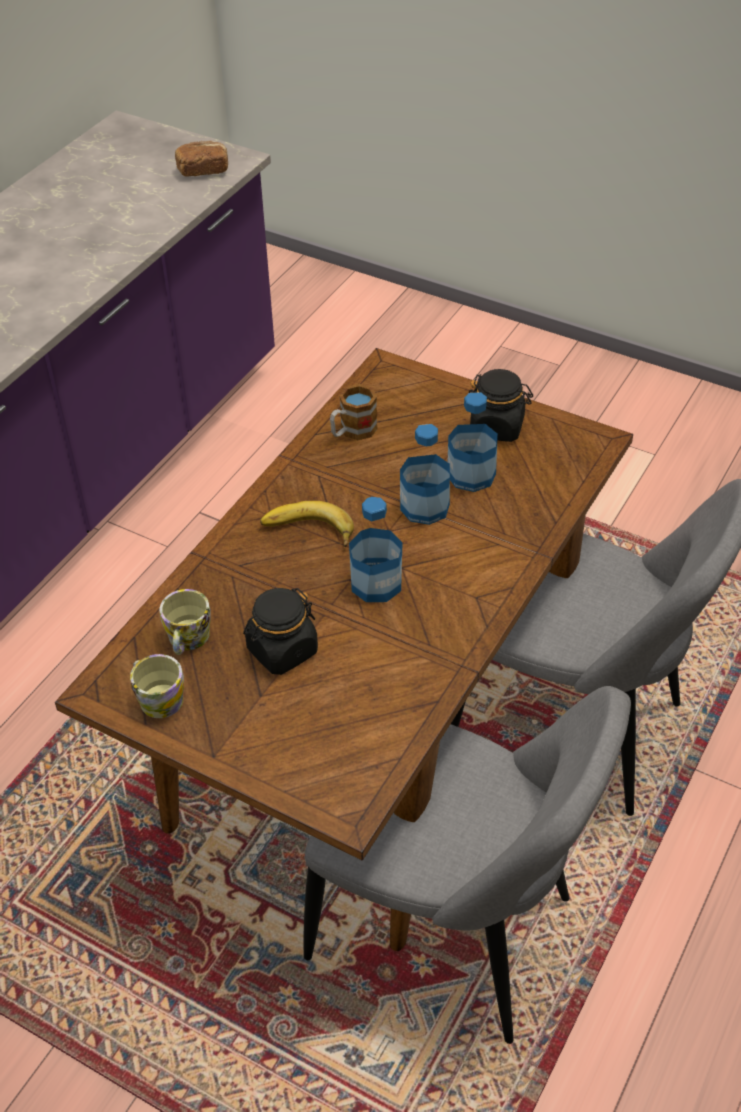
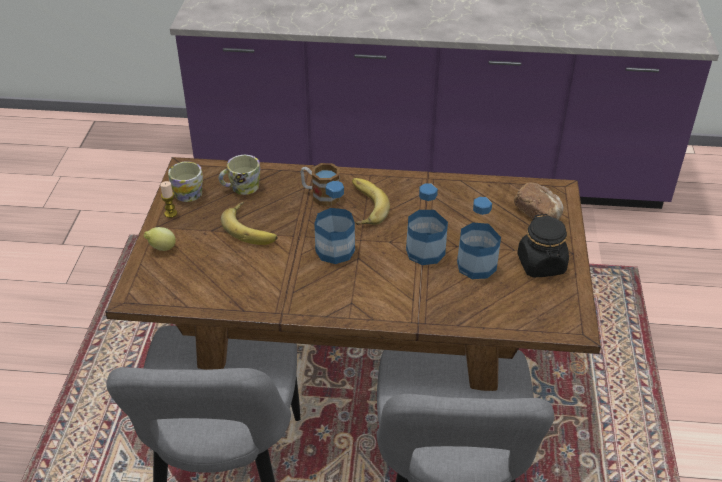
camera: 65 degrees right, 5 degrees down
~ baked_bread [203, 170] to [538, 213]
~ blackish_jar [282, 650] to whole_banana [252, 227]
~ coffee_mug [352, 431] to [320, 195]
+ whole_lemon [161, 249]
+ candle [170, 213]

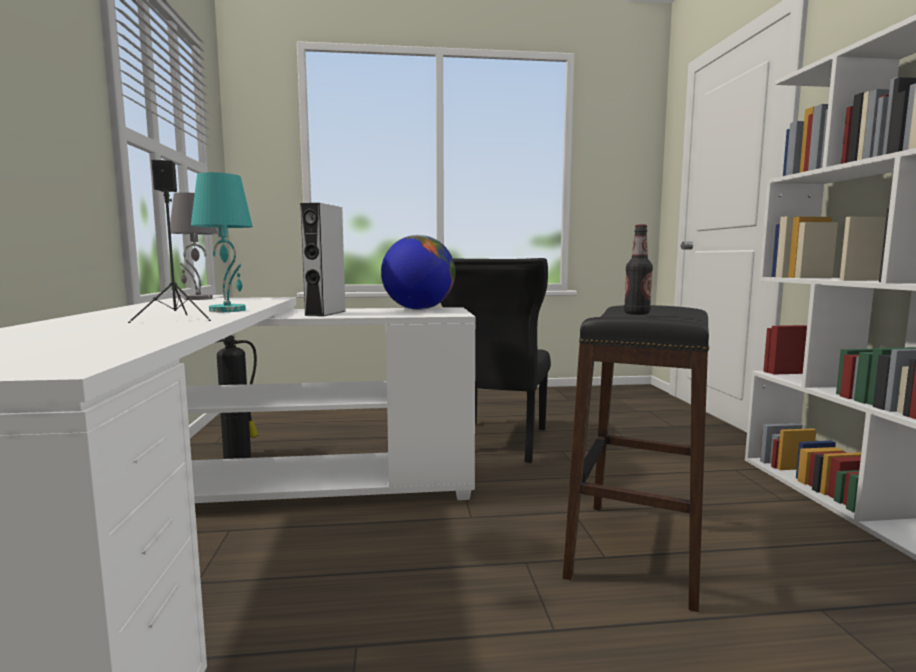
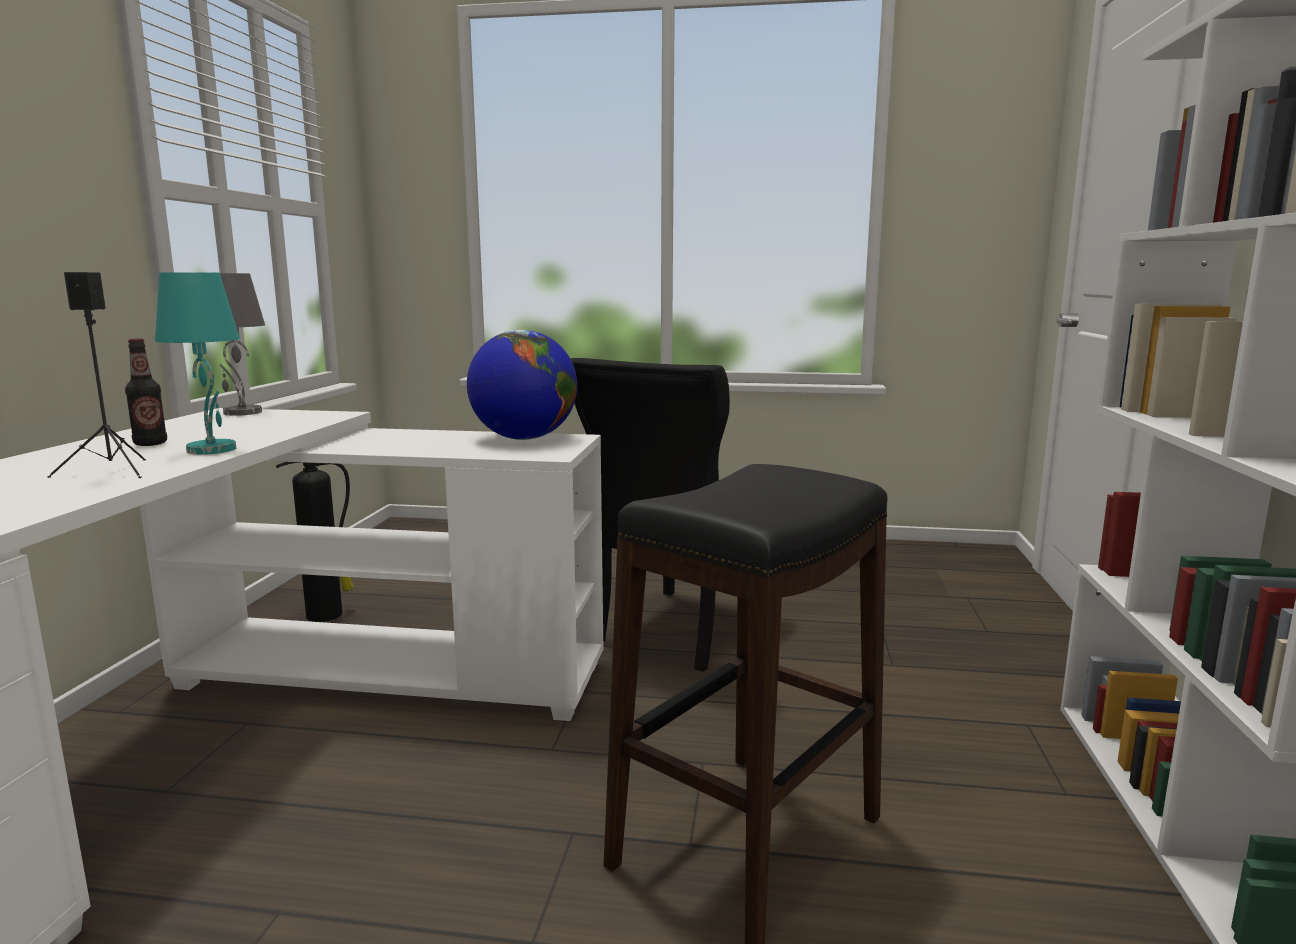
camera: 15 degrees right, 5 degrees up
- grey_loudspeaker [325, 313]
~ drink_bottle [636, 313] to [150, 444]

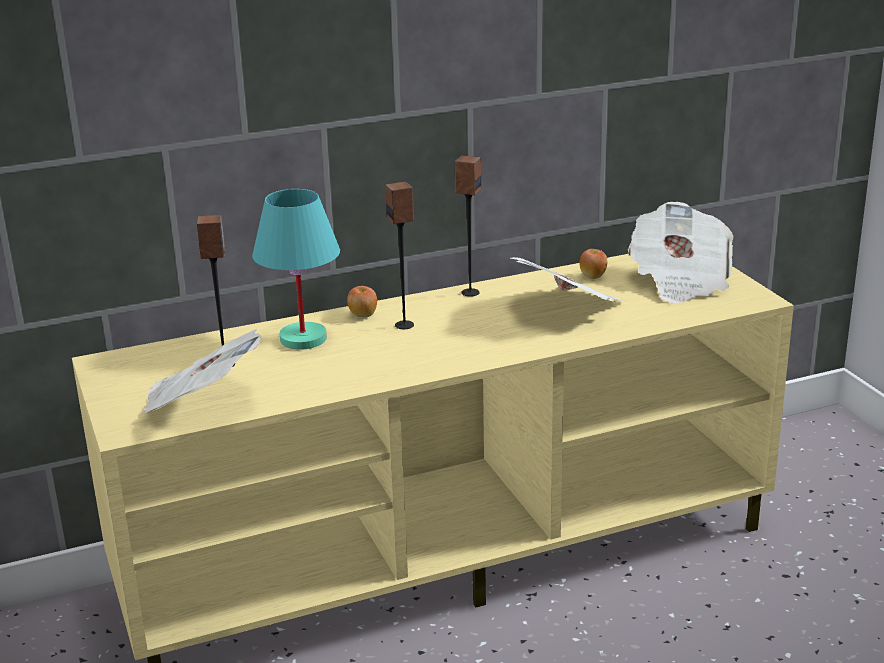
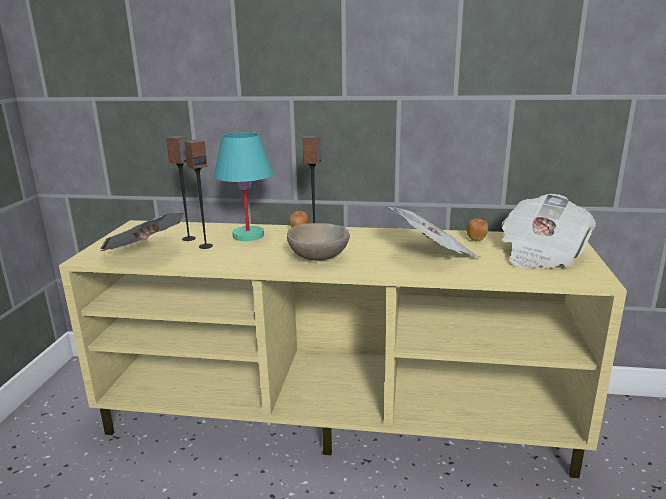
camera: 30 degrees right, 5 degrees down
~ loudspeaker [470, 292] to [205, 246]
+ sand-coloured_serving_bowl [318, 258]

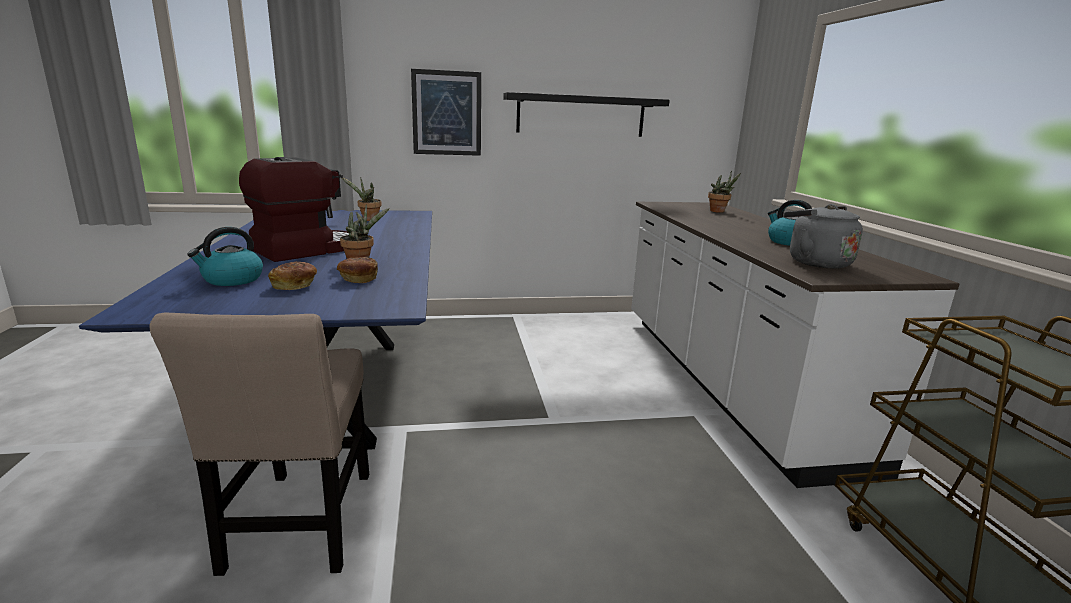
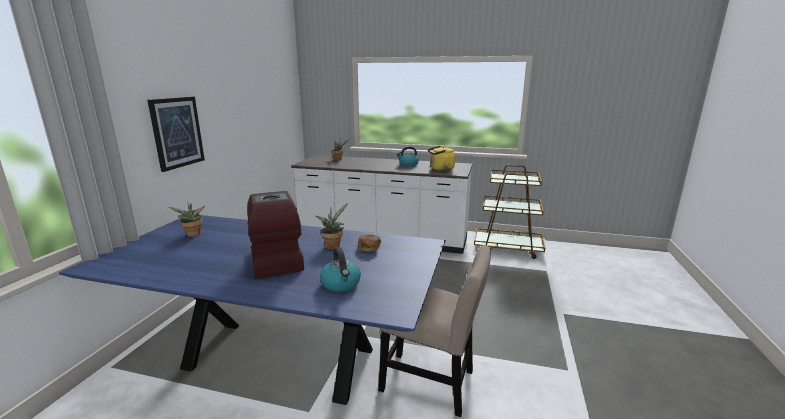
camera: 65 degrees left, 0 degrees up
- baked_bread [295, 286]
- blackish_wall_shelf [581, 115]
~ grey_tea_kettle [814, 262] to yellow-coloured_tea_kettle [440, 169]

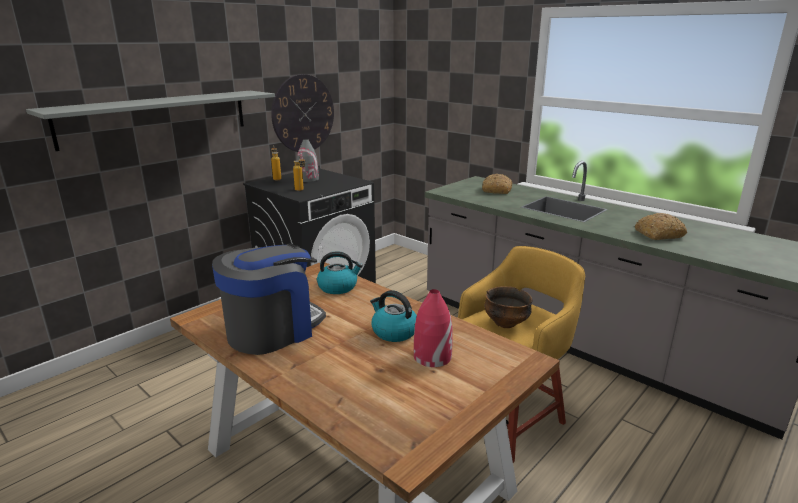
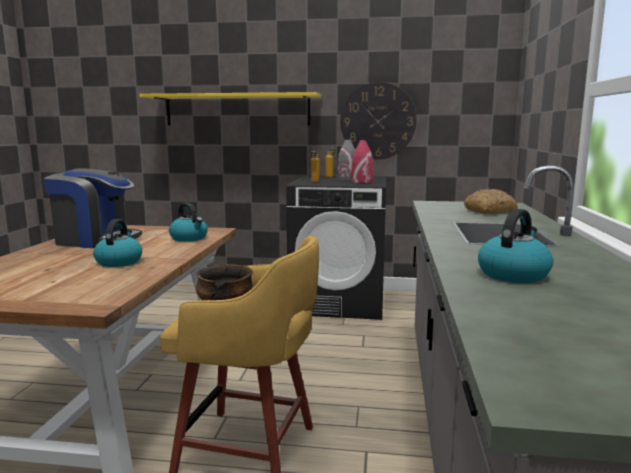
camera: 55 degrees right, 10 degrees down
~ grey_wall_shelf [157, 118] to yellow-coloured_wall_shelf [237, 110]
~ red-coloured_vase [432, 356] to [361, 182]
~ baked_bread [658, 234] to tea_kettle [513, 274]

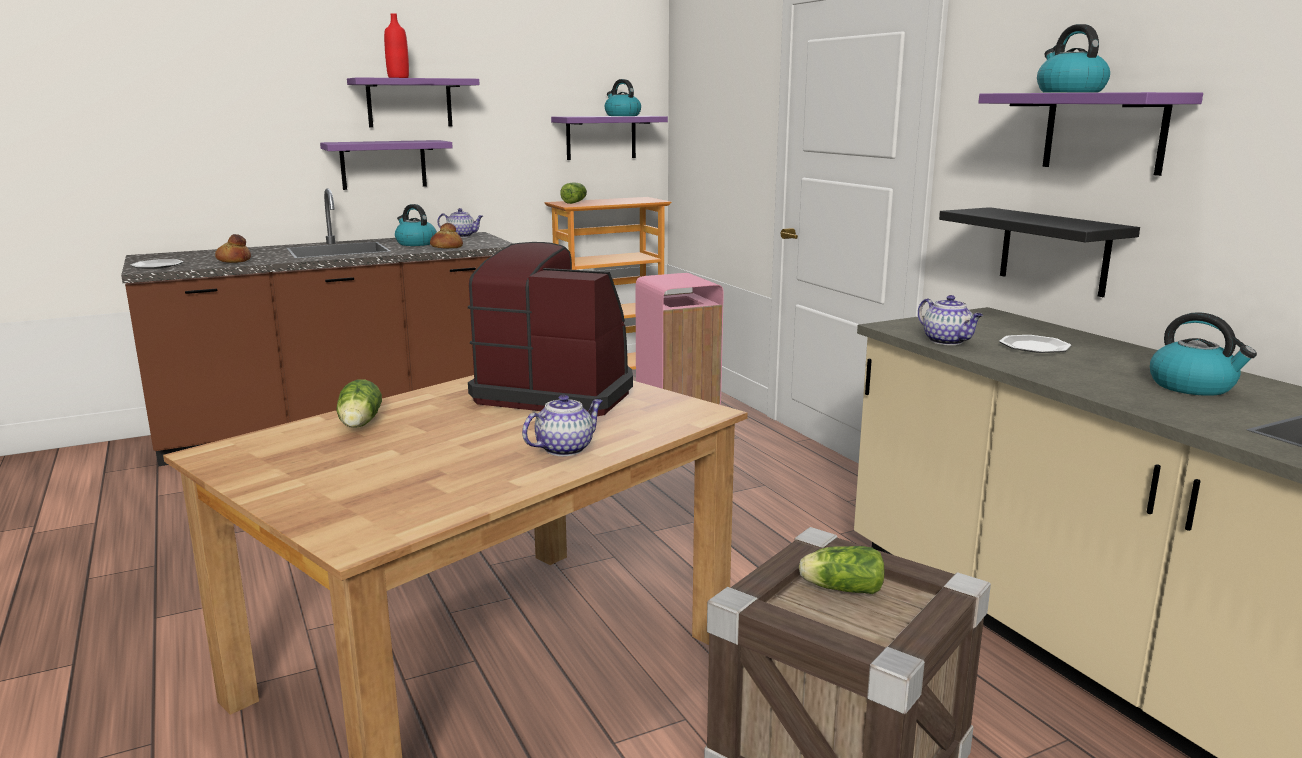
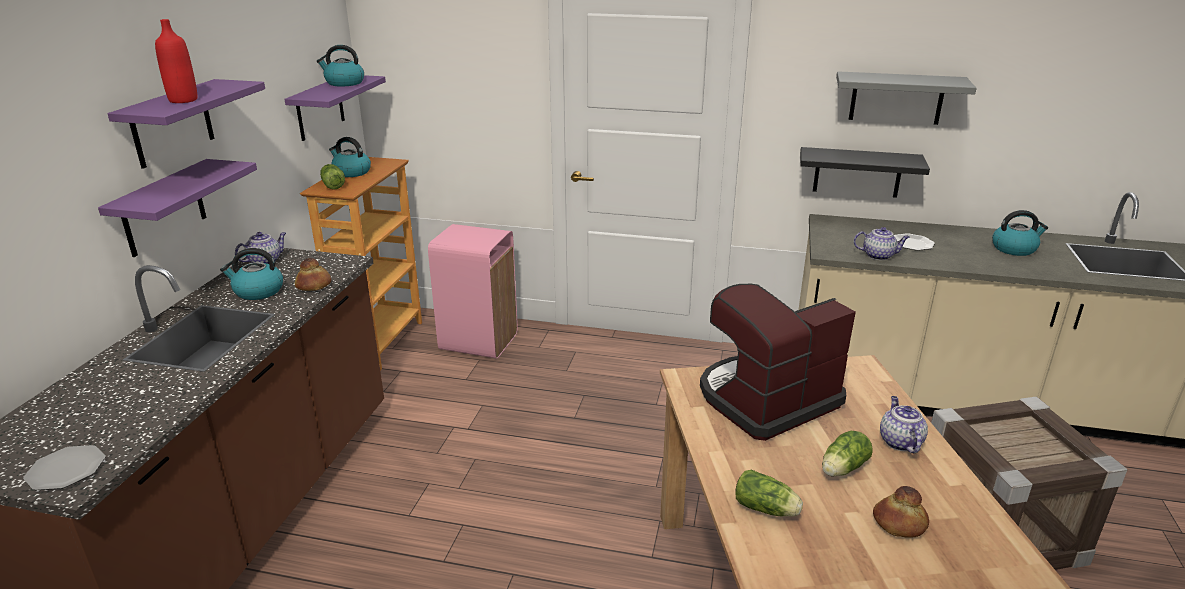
camera: 50 degrees left, 10 degrees up
~ baked_bread [234, 260] to [899, 523]
~ head_of_lettuce [839, 588] to [842, 469]
~ purplish_wall_shelf [1104, 132] to grey_wall_shelf [896, 98]
~ tea_kettle [1069, 92] to [351, 172]

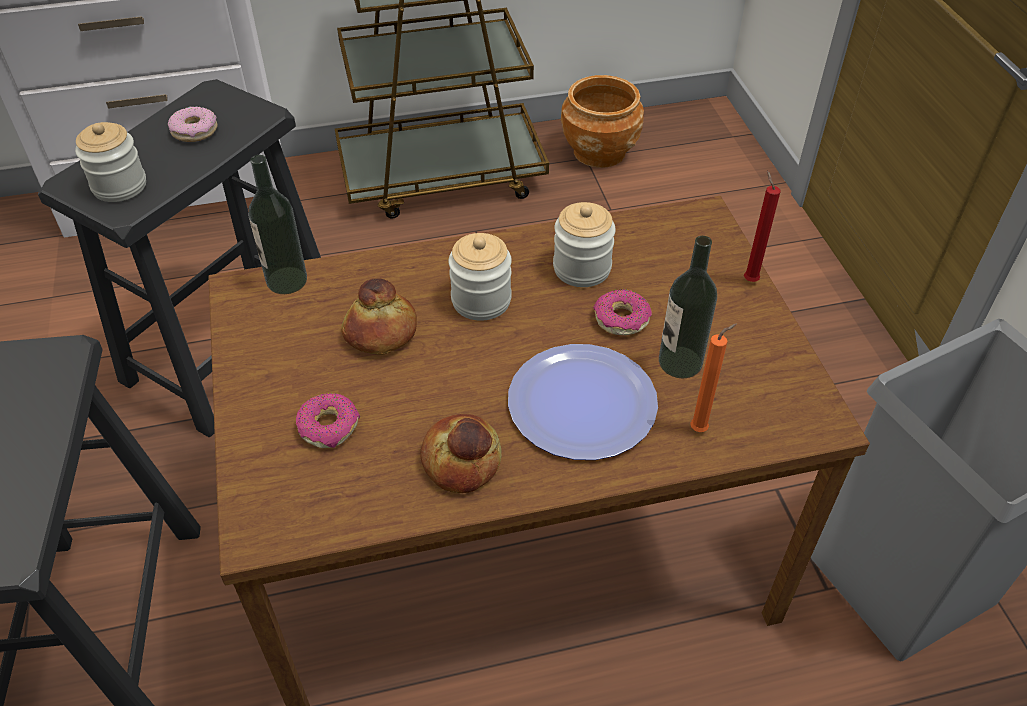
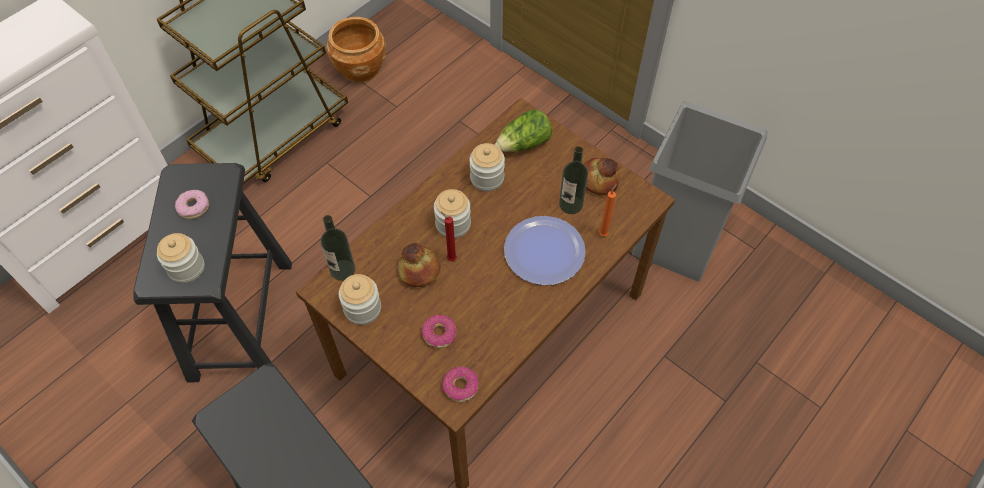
camera: 35 degrees left, 10 degrees up
~ baked_bread [463, 461] to [598, 180]
~ ring_doughnut [621, 319] to [460, 386]
~ red-coloured_candle [749, 279] to [450, 258]
+ jar [362, 309]
+ head_of_lettuce [524, 144]

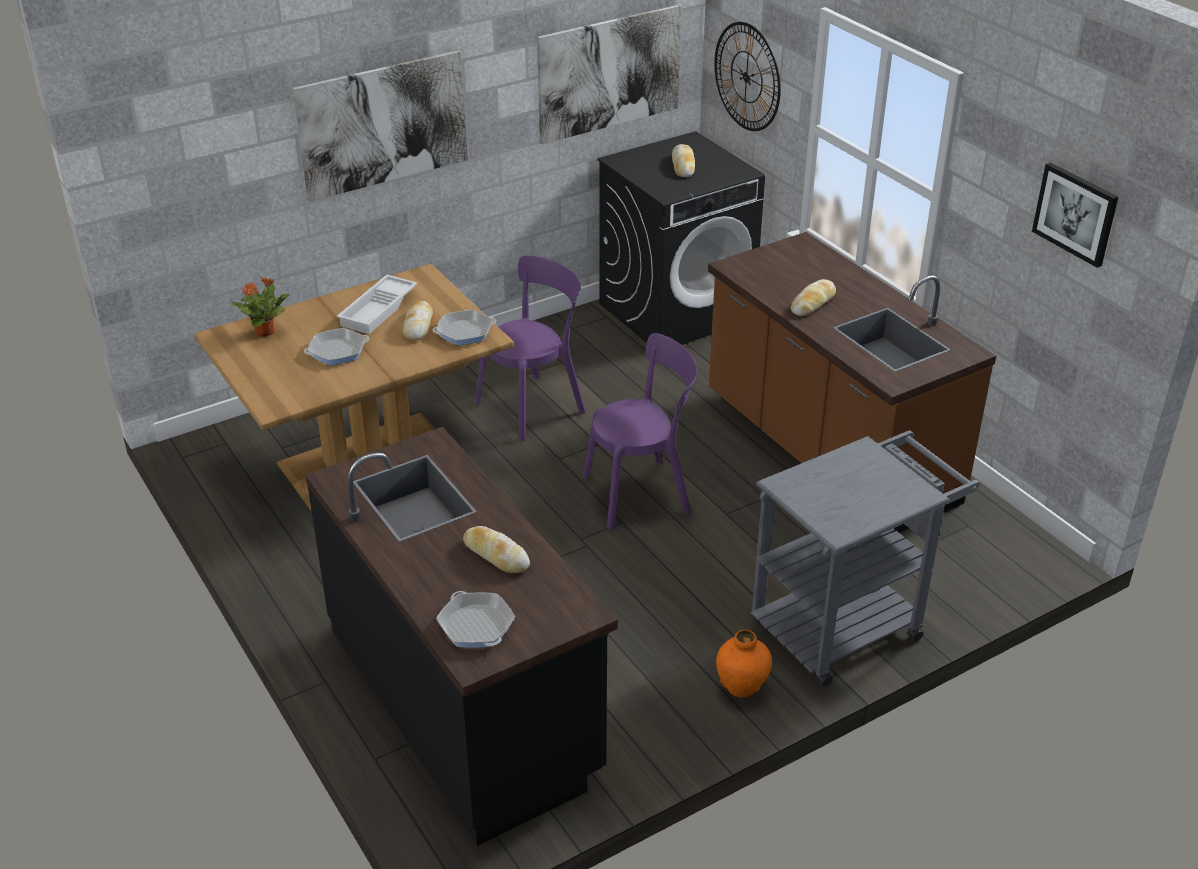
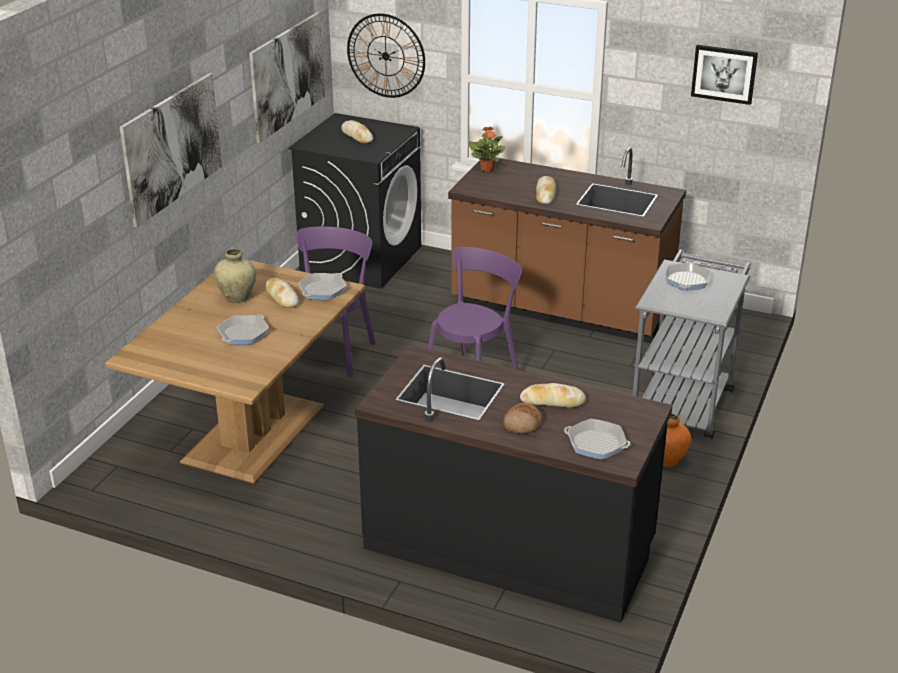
camera: 35 degrees left, 5 degrees down
~ plant_in_a_pot [265, 332] to [487, 169]
~ white_serving_tray [379, 310] to sand-coloured_vase [237, 298]
+ baked_bread [522, 424]
+ frying_pan [687, 280]

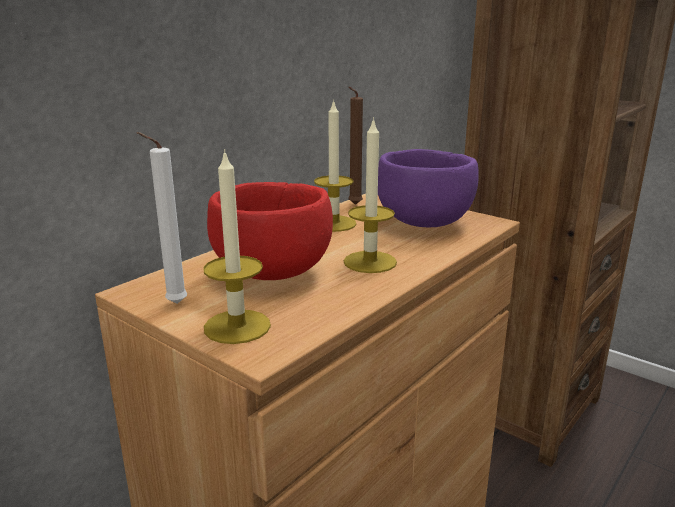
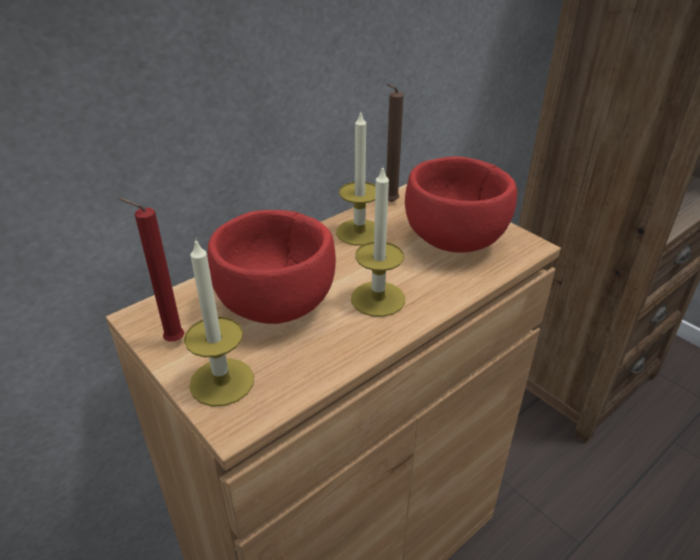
camera: 10 degrees right, 15 degrees up
~ white_candle [173, 304] to red-coloured_candle [171, 341]
~ purplish_serving_bowl [424, 224] to red-coloured_serving_bowl [455, 241]

